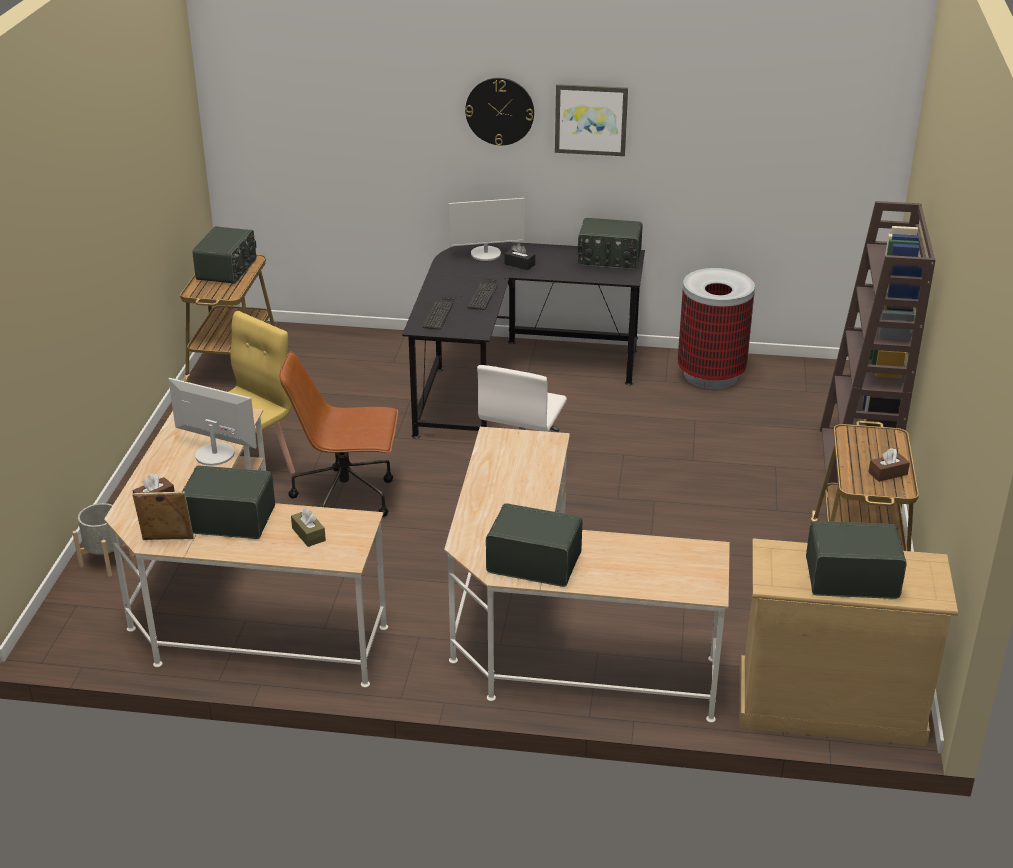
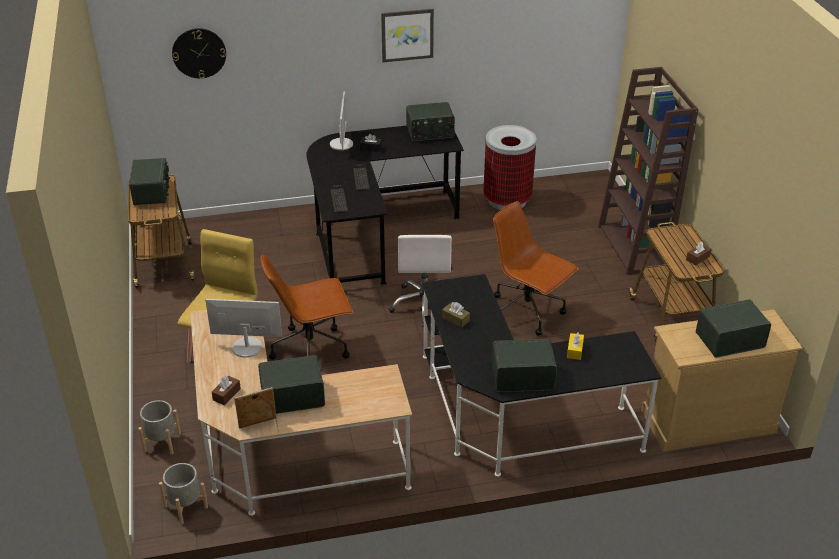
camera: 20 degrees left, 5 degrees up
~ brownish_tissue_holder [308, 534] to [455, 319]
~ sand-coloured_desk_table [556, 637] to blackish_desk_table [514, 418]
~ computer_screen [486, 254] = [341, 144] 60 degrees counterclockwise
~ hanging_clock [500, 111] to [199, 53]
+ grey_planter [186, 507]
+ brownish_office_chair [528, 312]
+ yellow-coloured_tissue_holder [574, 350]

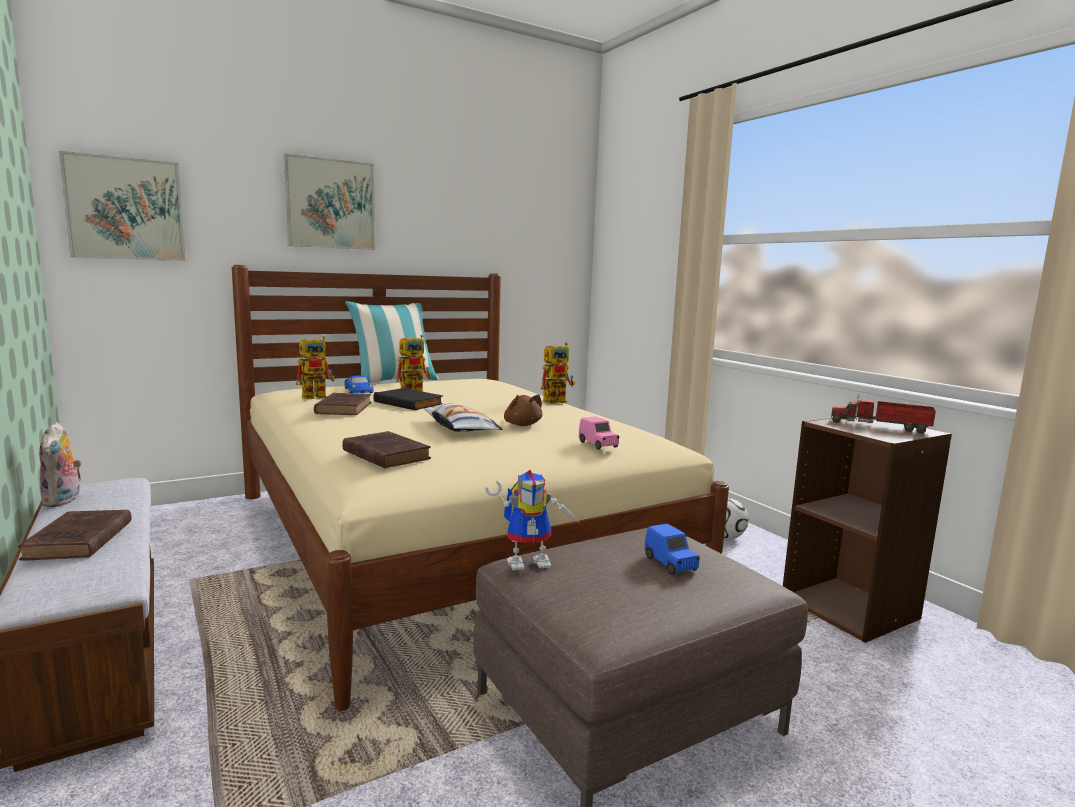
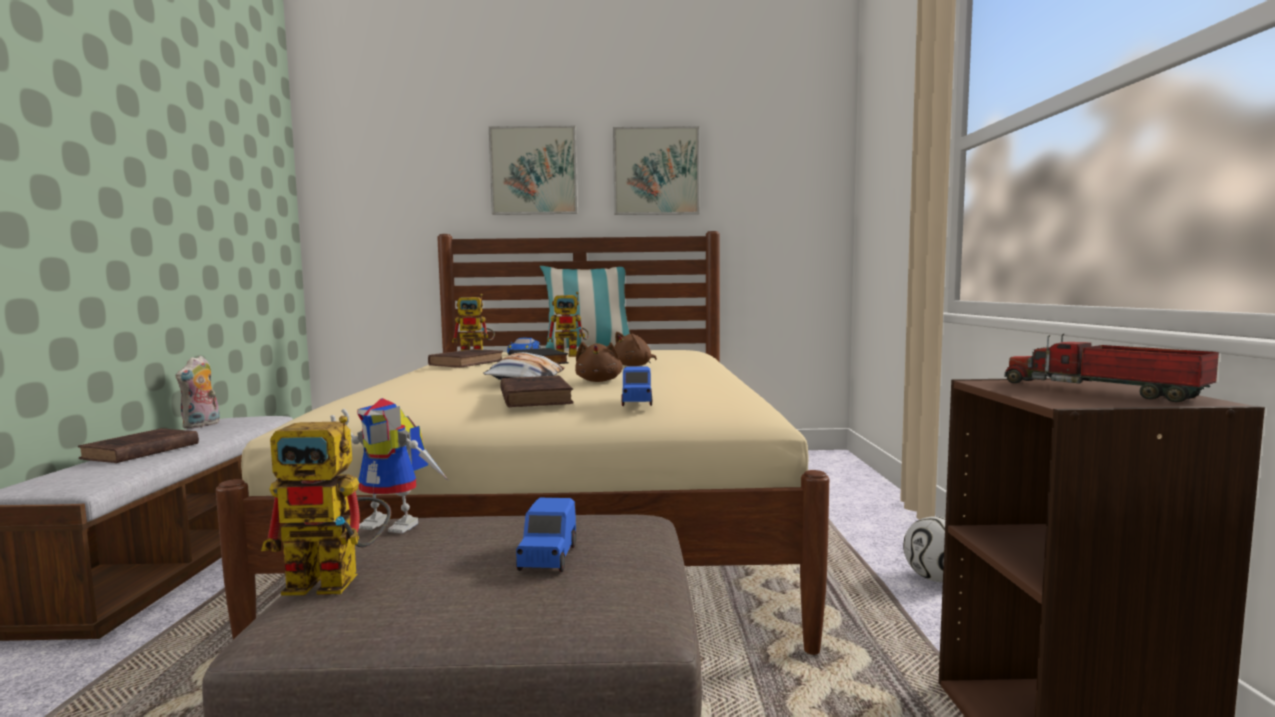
camera: 30 degrees right, 5 degrees down
~ picture [125, 209] to [656, 171]
~ brownish_volume [384, 454] to [534, 397]
~ toy_robot [557, 401] to [339, 581]
~ pinkish_miniature_car [598, 444] to bluish_miniature_car [637, 402]
+ brownish_soft_toy [634, 366]

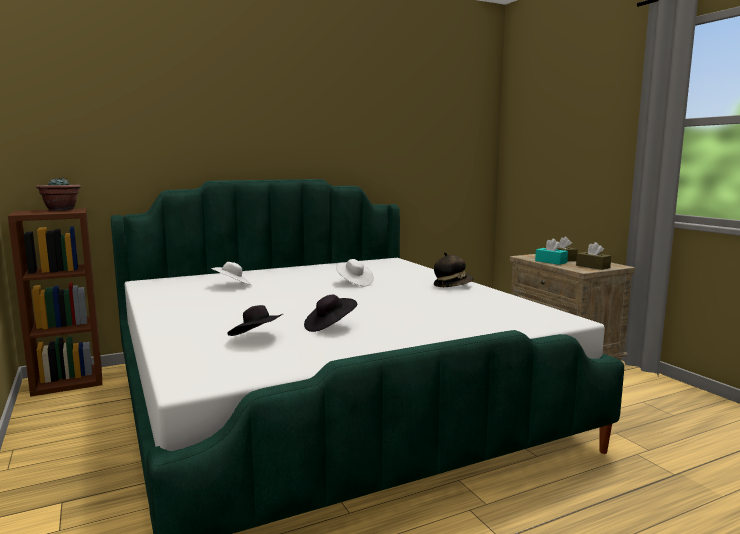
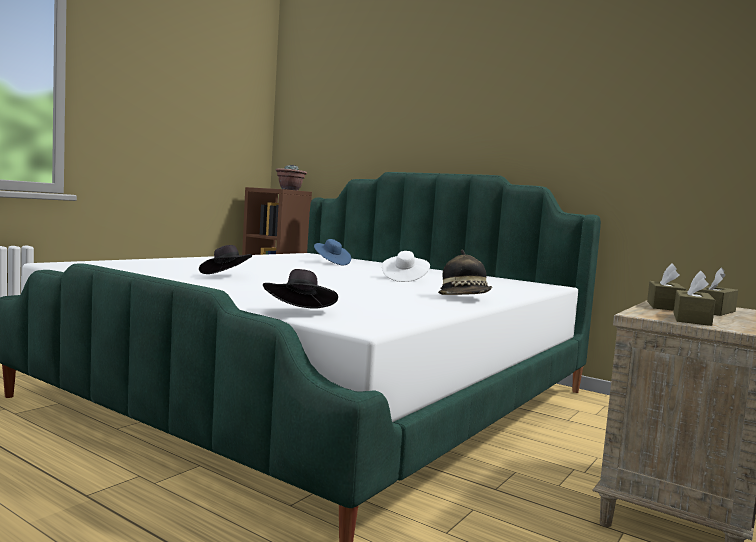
camera: 60 degrees right, 5 degrees down
~ white_wearable_hat [232, 286] to bluish_wearable_hat [331, 263]
~ blackish_wearable_hat [257, 338] to [300, 313]
~ turquoise_tissue_holder [551, 262] to brownish_tissue_holder [664, 306]

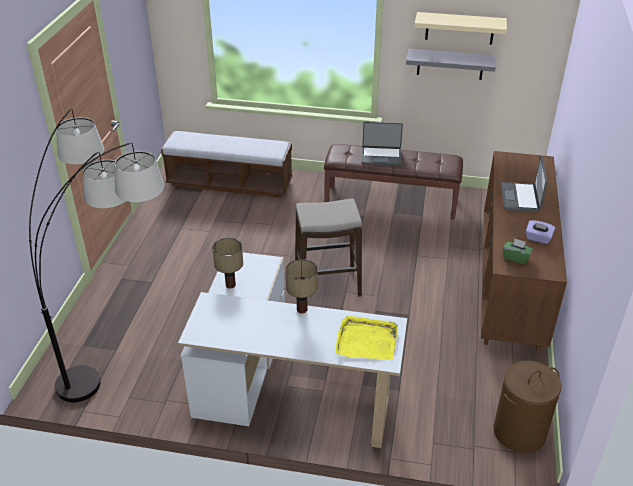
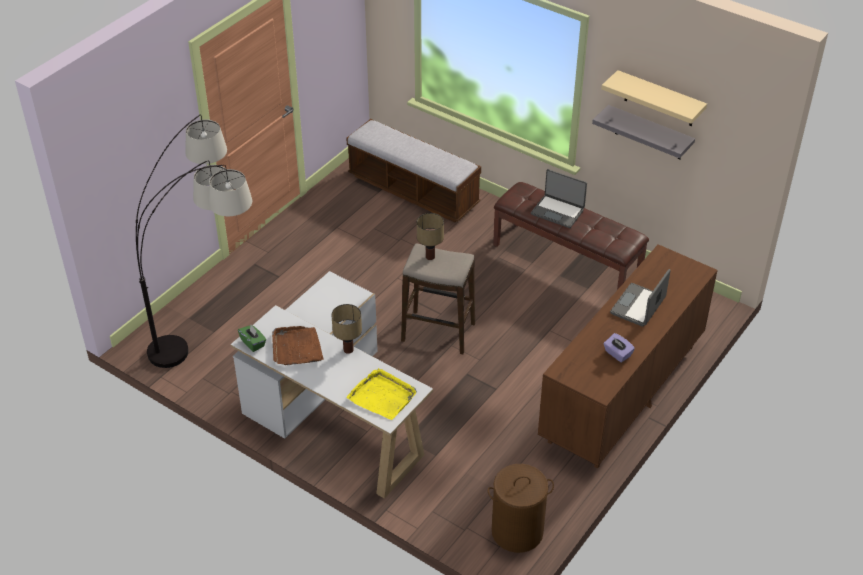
camera: 25 degrees right, 5 degrees up
~ table_lamp [230, 285] to [429, 256]
~ green-coloured_tissue_holder [516, 257] to [253, 343]
+ brownish_serving_tray [296, 348]

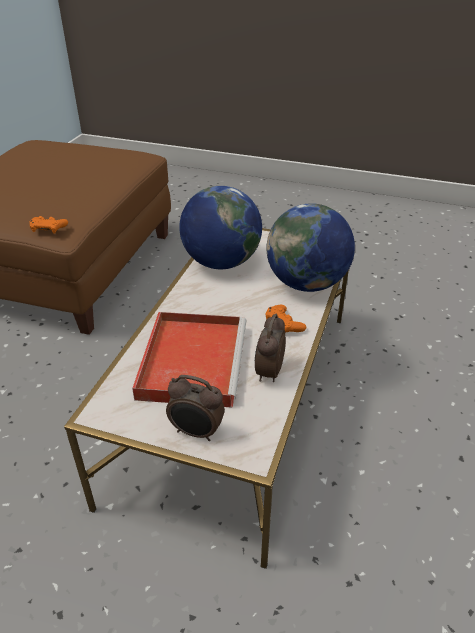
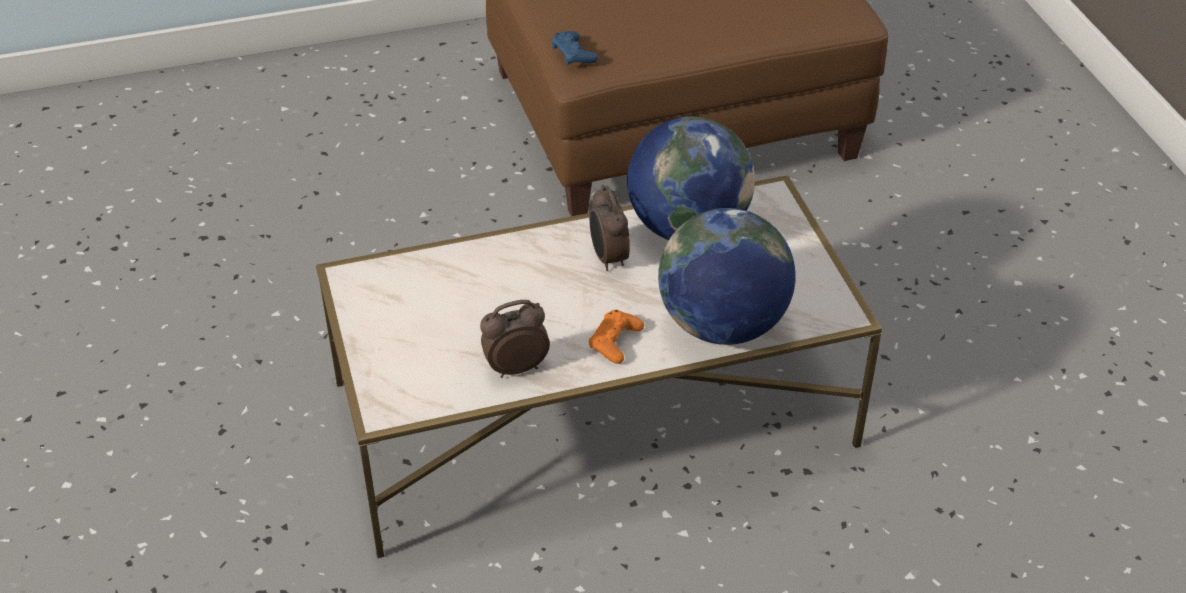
camera: 55 degrees right, 5 degrees up
~ orange-coloured_joypad [48, 228] to bluish_joypad [573, 54]
- red-coloured_serving_tray [192, 359]
~ table_clock [196, 432] to [608, 258]

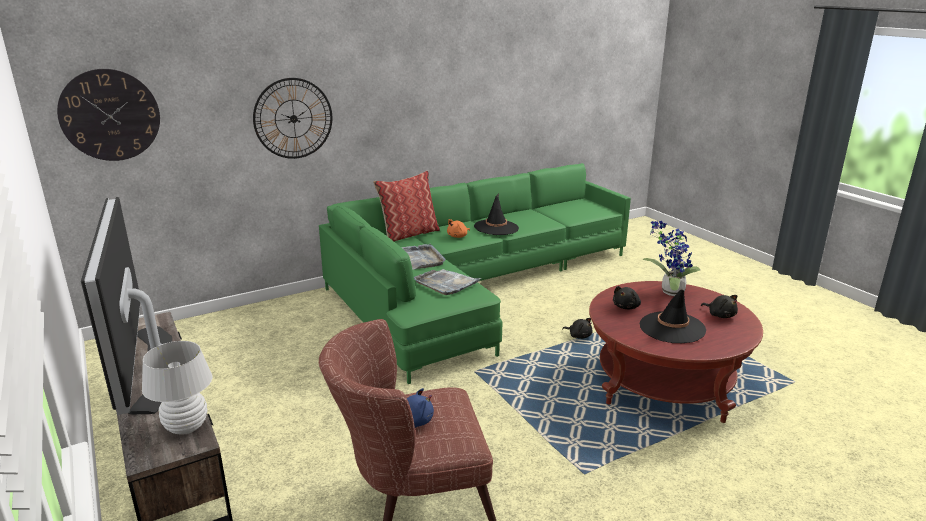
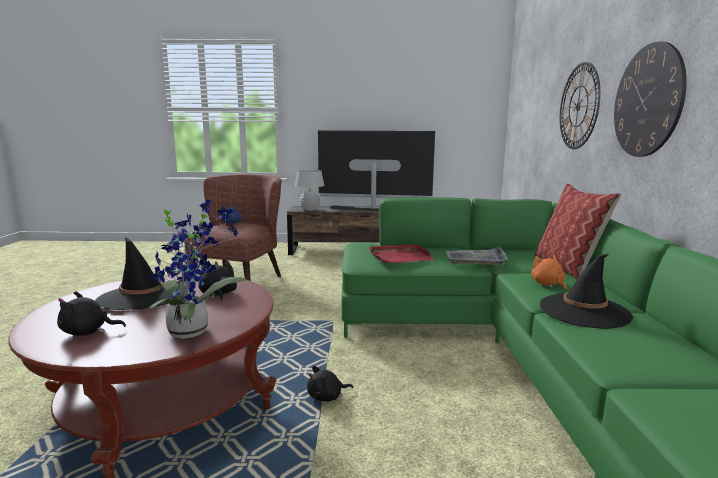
camera: 120 degrees right, 10 degrees down
~ hanging_clock [110, 115] to [647, 101]
~ grey_serving_tray [446, 283] to red-coloured_serving_tray [399, 257]

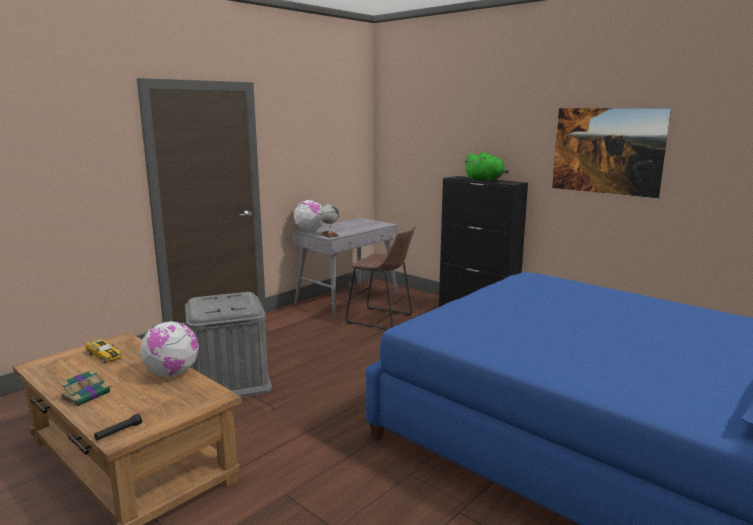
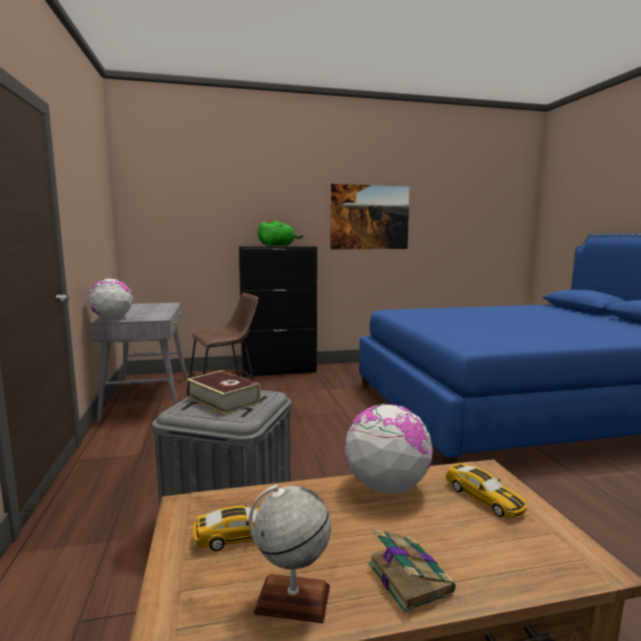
camera: 55 degrees left, 5 degrees down
- blackish_flashlight [119, 432]
~ world_globe [329, 235] to [292, 599]
+ volume [223, 400]
+ miniature_car [484, 498]

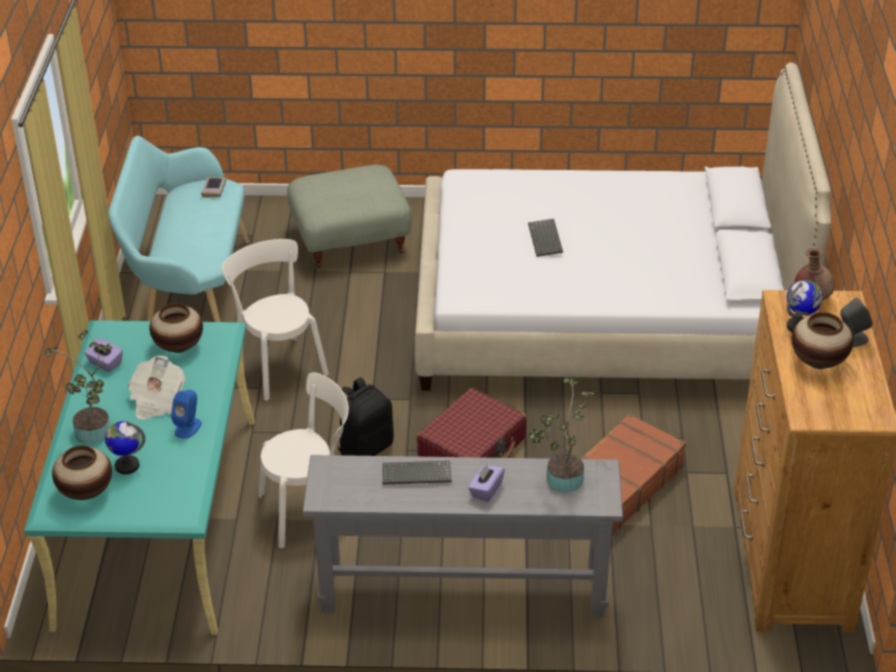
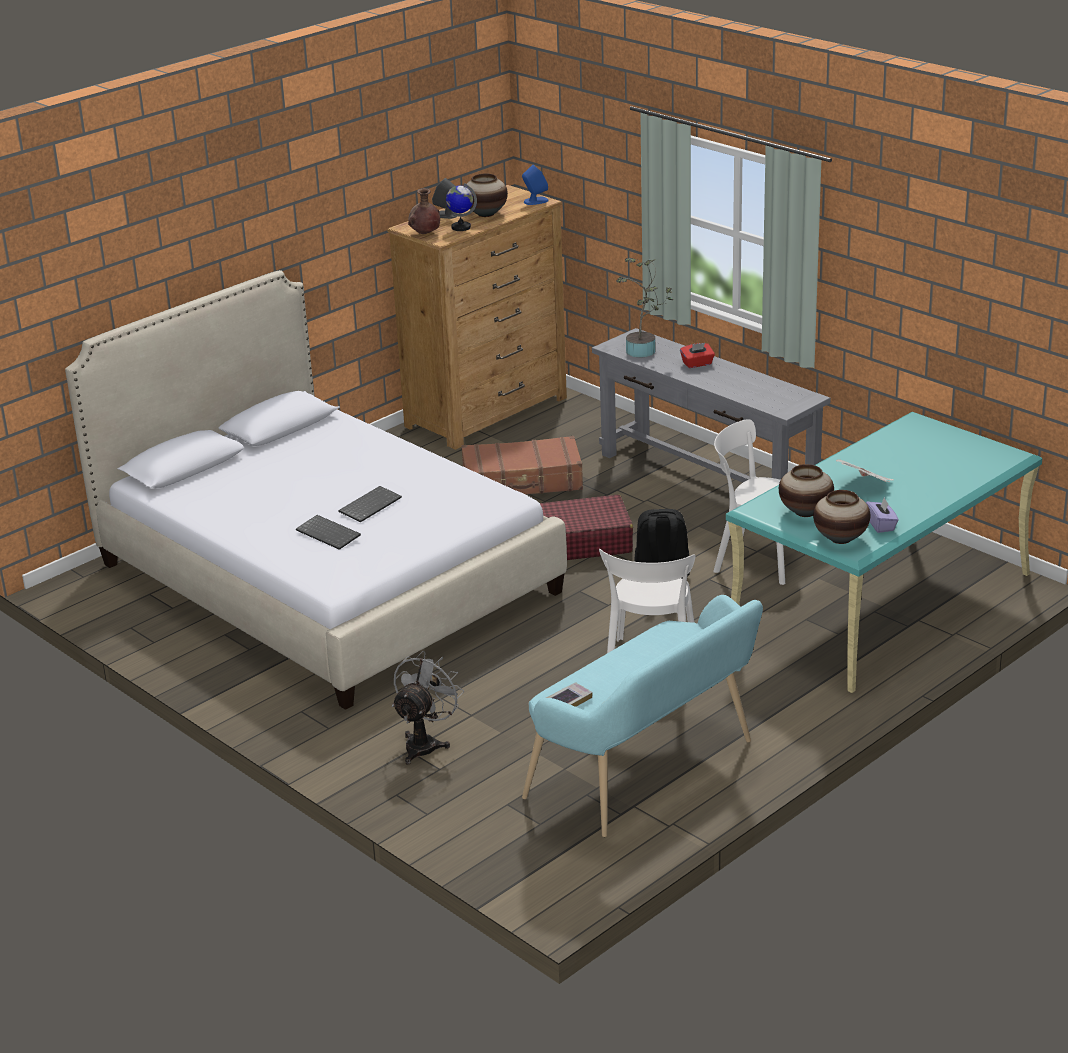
camera: 135 degrees left, 10 degrees down
- plant_in_a_pot [94, 435]
~ vase [86, 492] to [840, 539]
- world_globe [127, 465]
~ bluish_loudspeaker [188, 427] to [535, 201]
~ grey_ottoman [351, 242] to grey_cooling_fan [425, 743]
~ PC_keyboard [415, 475] to [329, 533]
~ purplish_tissue_holder [486, 490] to red-coloured_tissue_holder [697, 364]

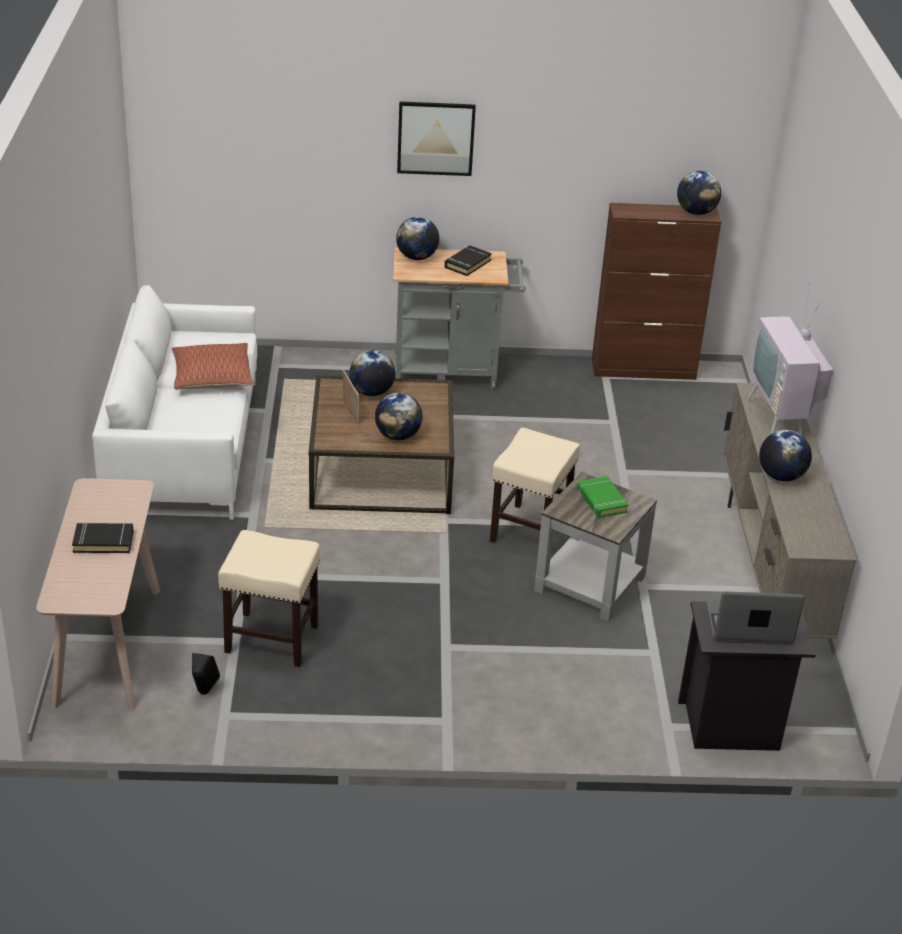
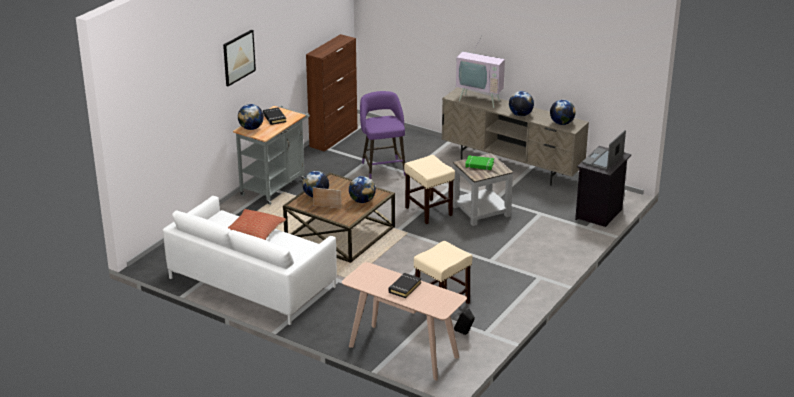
camera: 55 degrees left, 5 degrees down
~ world_globe [696, 212] to [561, 123]
+ purplish_sitting_stool [383, 168]

